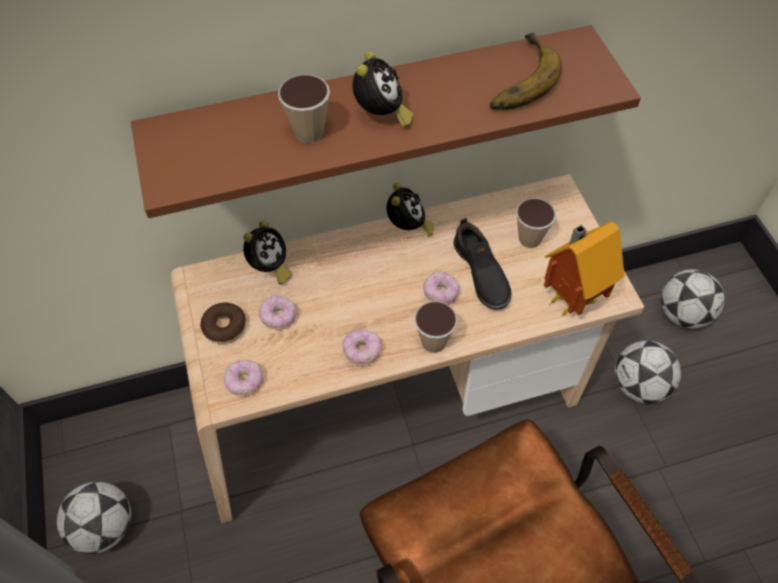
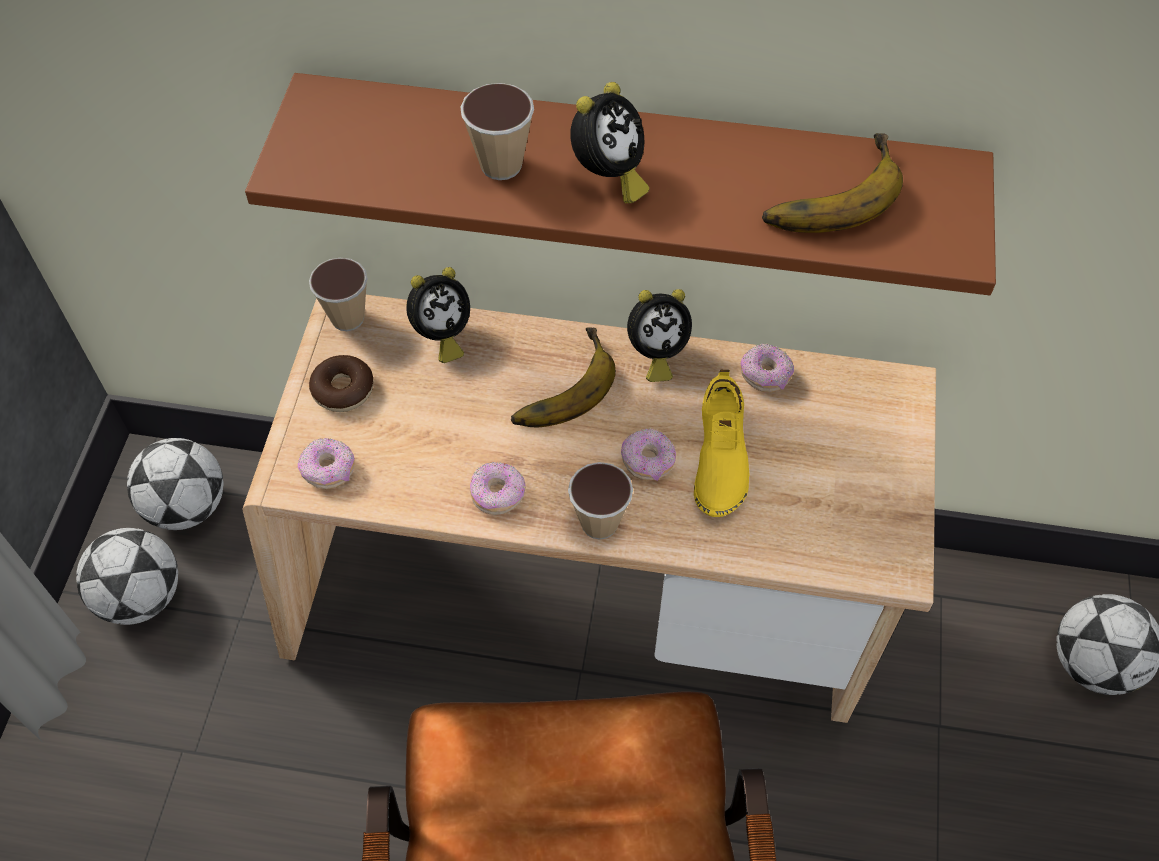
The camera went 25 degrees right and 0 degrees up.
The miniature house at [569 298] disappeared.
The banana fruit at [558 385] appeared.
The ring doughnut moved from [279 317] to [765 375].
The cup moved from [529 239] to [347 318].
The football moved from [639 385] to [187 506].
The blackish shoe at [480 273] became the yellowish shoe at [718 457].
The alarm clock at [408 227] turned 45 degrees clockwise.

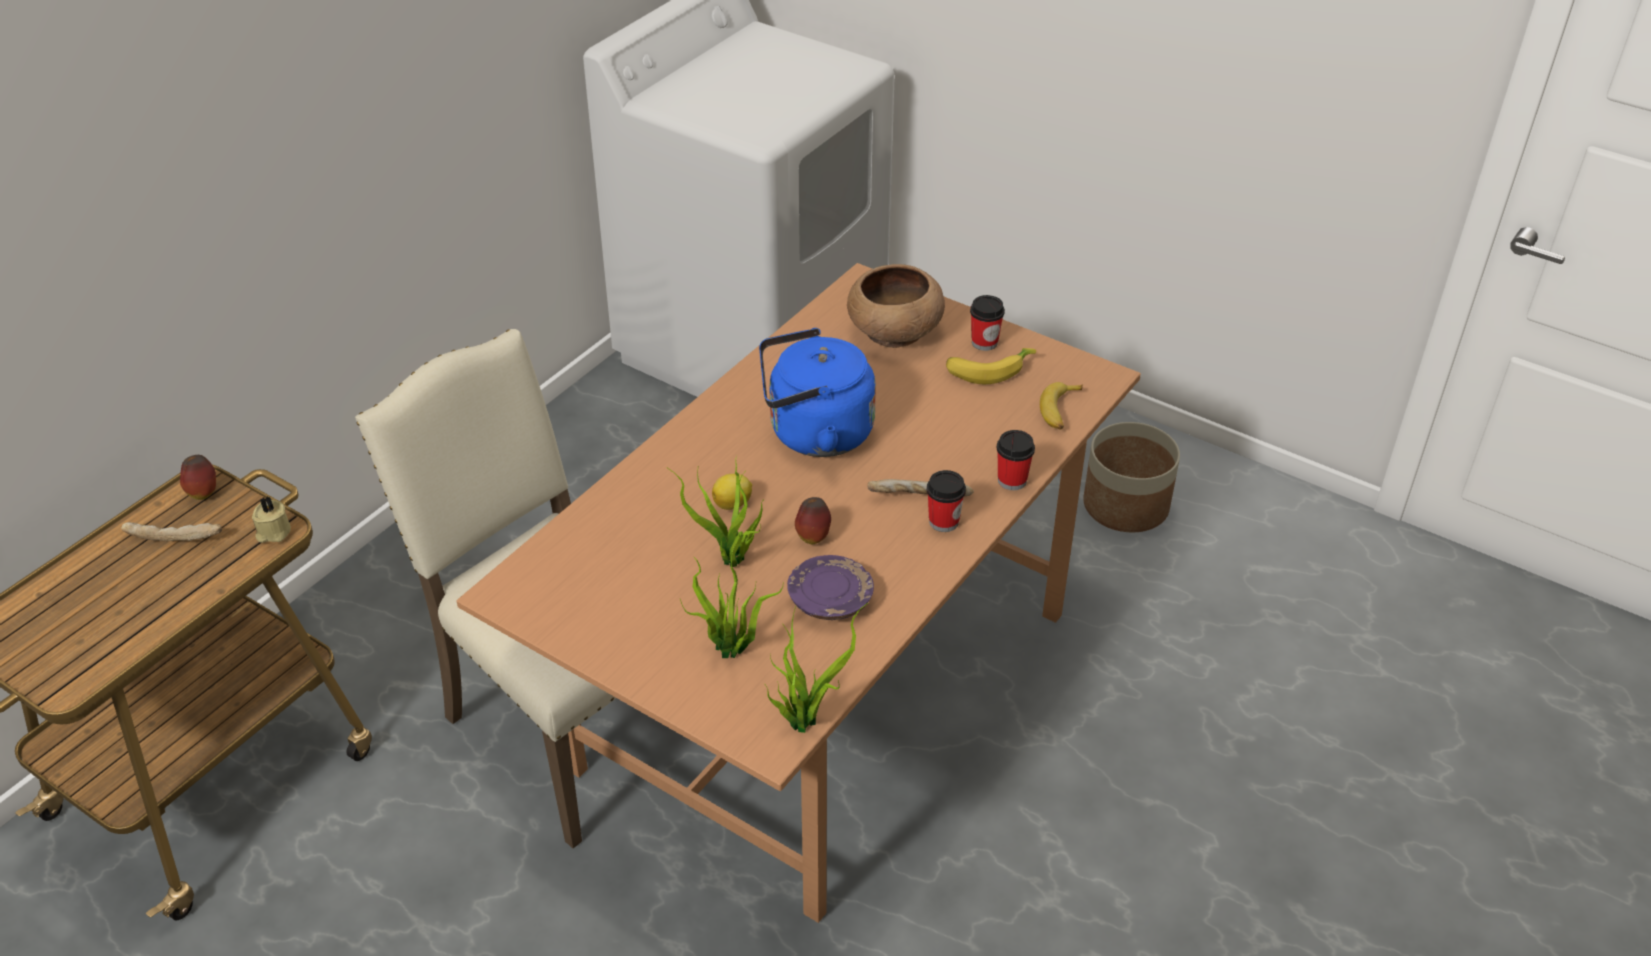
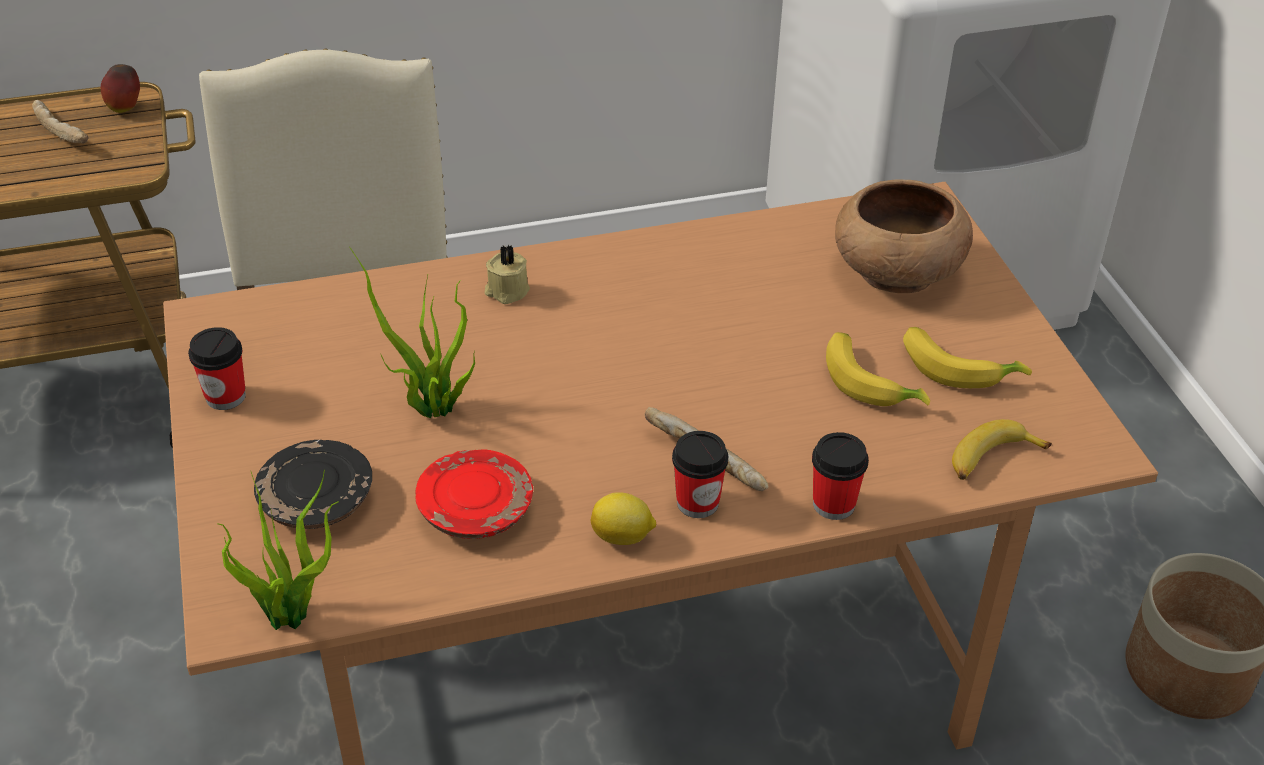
The camera went 40 degrees right and 0 degrees up.
The blue tea kettle at [814 434] disappeared.
The apple at [813 537] disappeared.
The banana fruit at [871 382] appeared.
The beige wax light moved from [273 532] to [506 291].
The lemon moved from [733 504] to [623 537].
The cup moved from [984 342] to [225 396].
The potted plant at [732 652] was replaced by the blackish flat dish at [317 500].
The purplish flat dish at [830 599] became the reddish flat dish at [476 509].

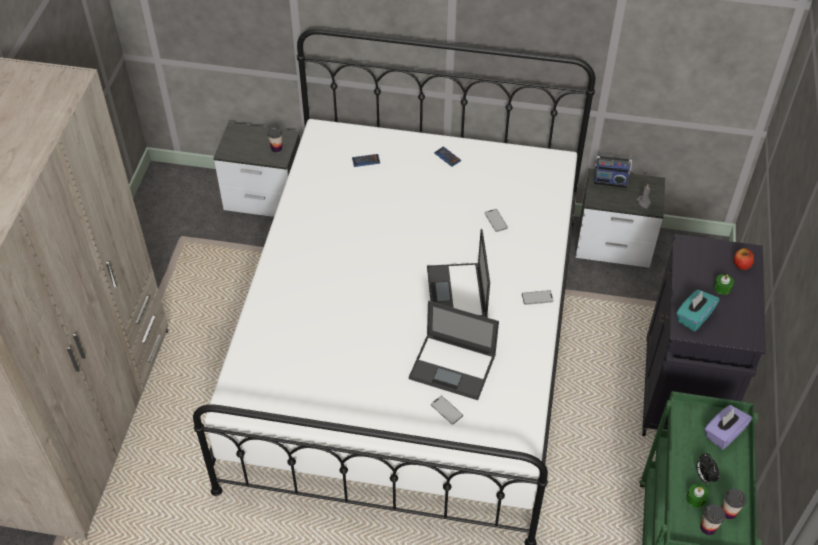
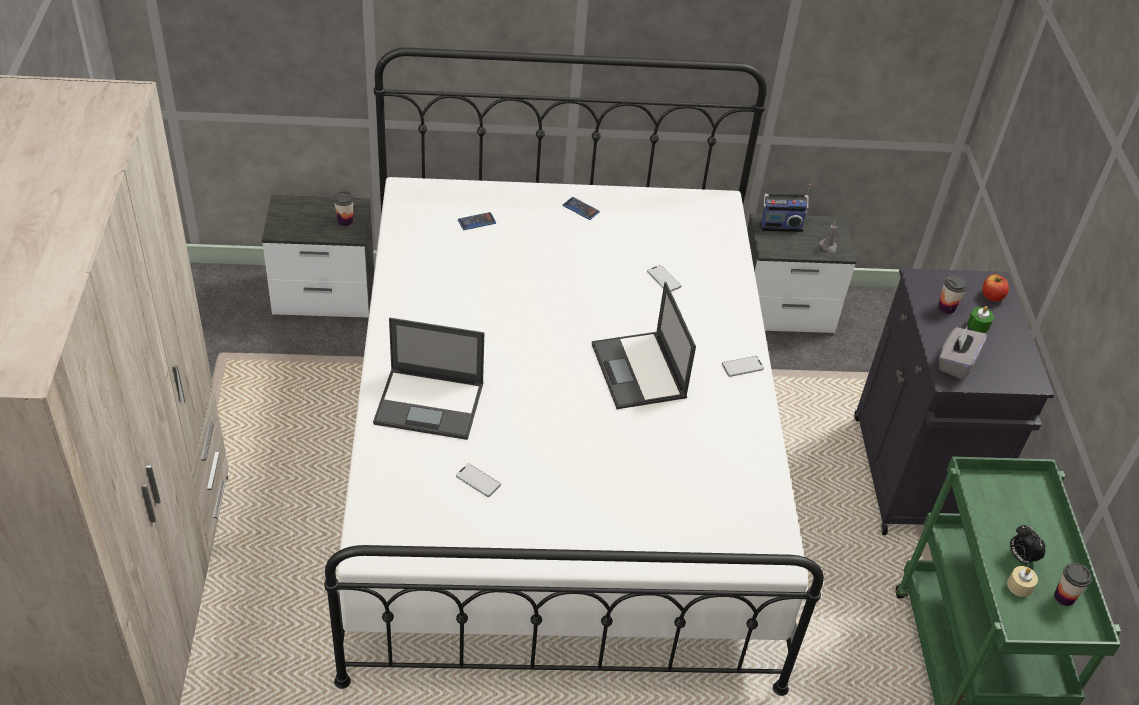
The camera went 15 degrees left and 5 degrees down.
The purplish box of tissues at [723 433] disappeared.
The portable computer moved from [453 367] to [430 404].
The phone moved from [446 410] to [478 481].
The cup moved from [708 528] to [946 308].
The blue-green box of tissues at [694 317] became the grey box of tissues at [956 362].
The green-coloured wax light at [696 498] became the beige wax light at [1019 586].

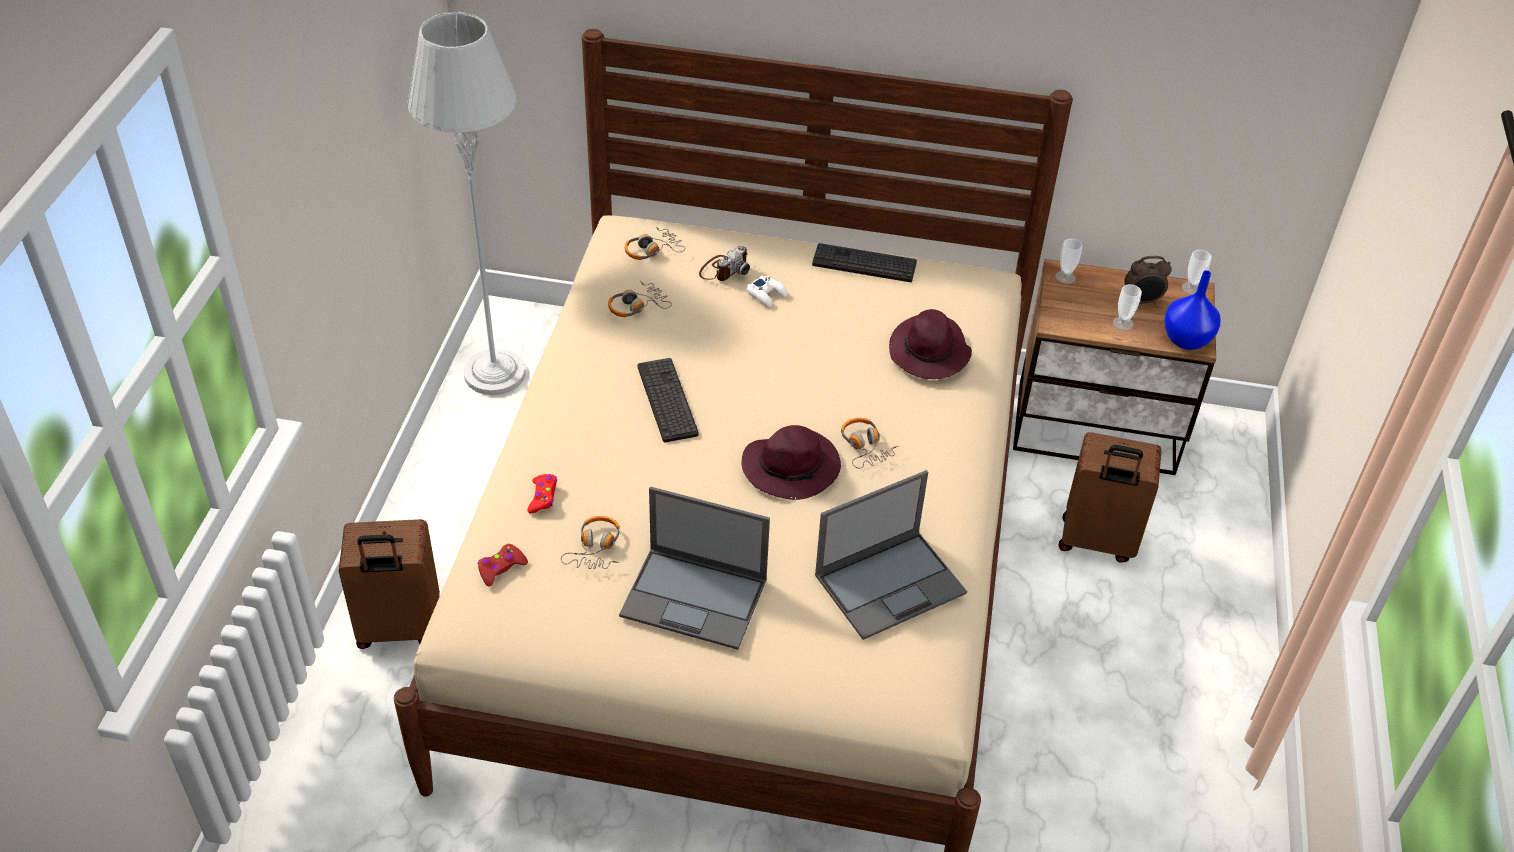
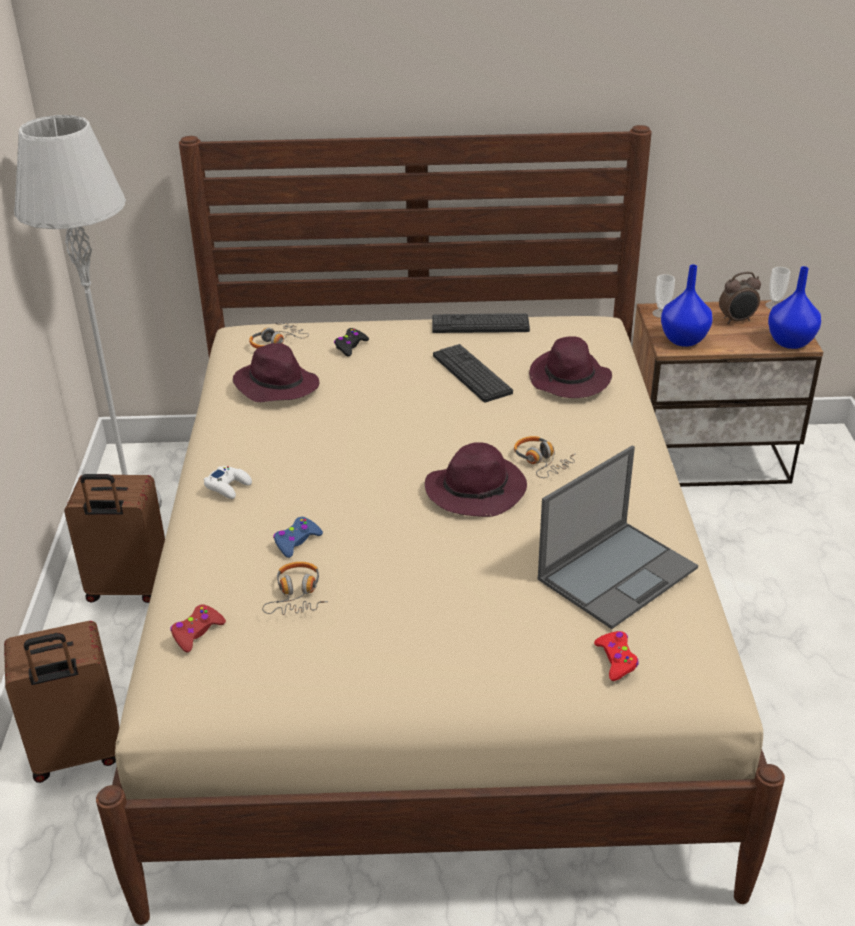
The camera went 10 degrees left and 10 degrees down.
The portable computer at [696 598] disappeared.
The cup at [1123 323] disappeared.
The blue gamepad at [296 541] appeared.
The blue vase at [684 340] appeared.
The reddish gamepad moved from [543 497] to [616 660].
The keyboard moved from [667 400] to [471 374].
The white gamepad moved from [767 295] to [228 486].
The brown piece of luggage moved from [1096 542] to [127 589].
The headset at [637 306] was replaced by the purplish hat at [275 386].
The photo camera at [724 269] was replaced by the blackish gamepad at [350 346].

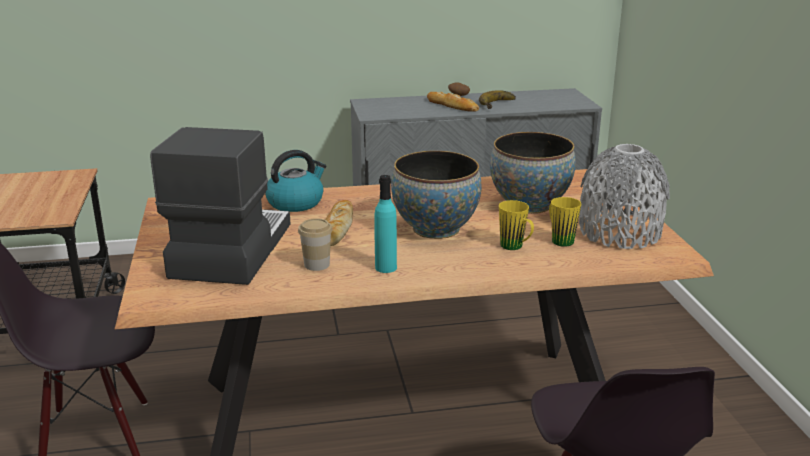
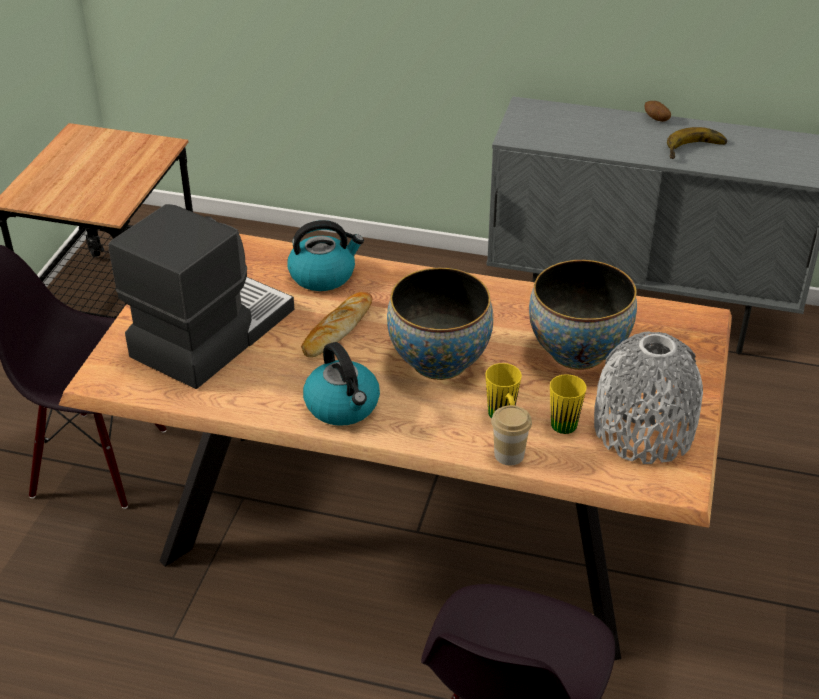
The camera went 25 degrees right and 15 degrees up.
The bread at [452 106] disappeared.
The cup moved from [317 265] to [509 455].
The blue-green drink bottle at [386 268] was replaced by the tea kettle at [343 406].

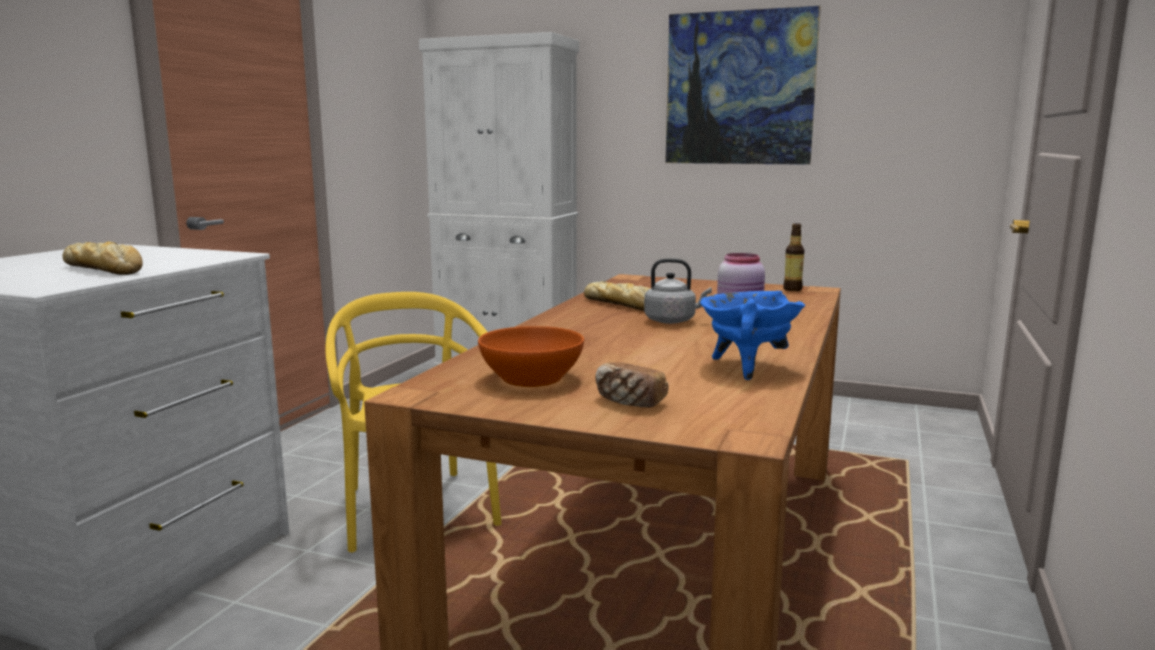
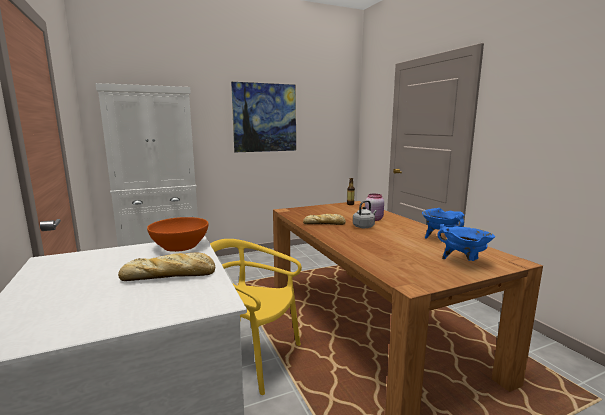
The camera went 45 degrees left and 0 degrees up.
The orange bowl moved from [531 378] to [180 246].
The bread at [629 401] was replaced by the blue cooking pot at [464 262].

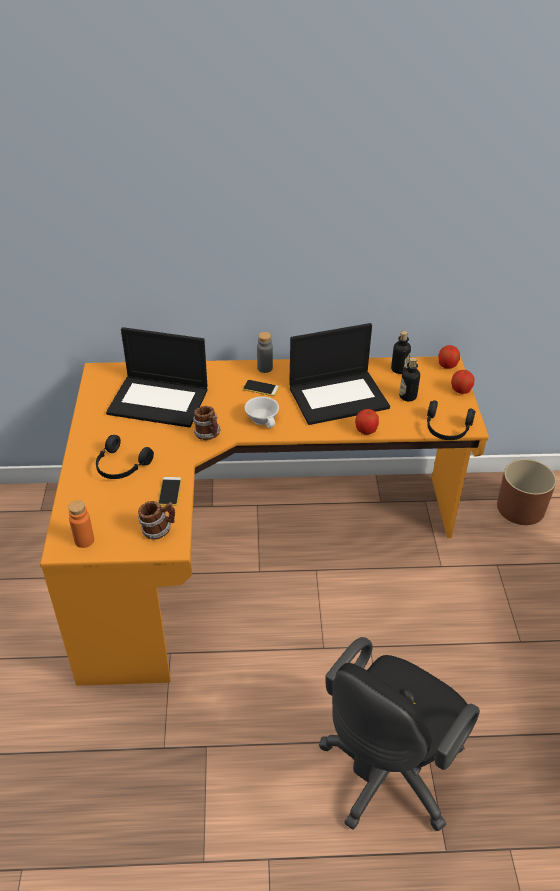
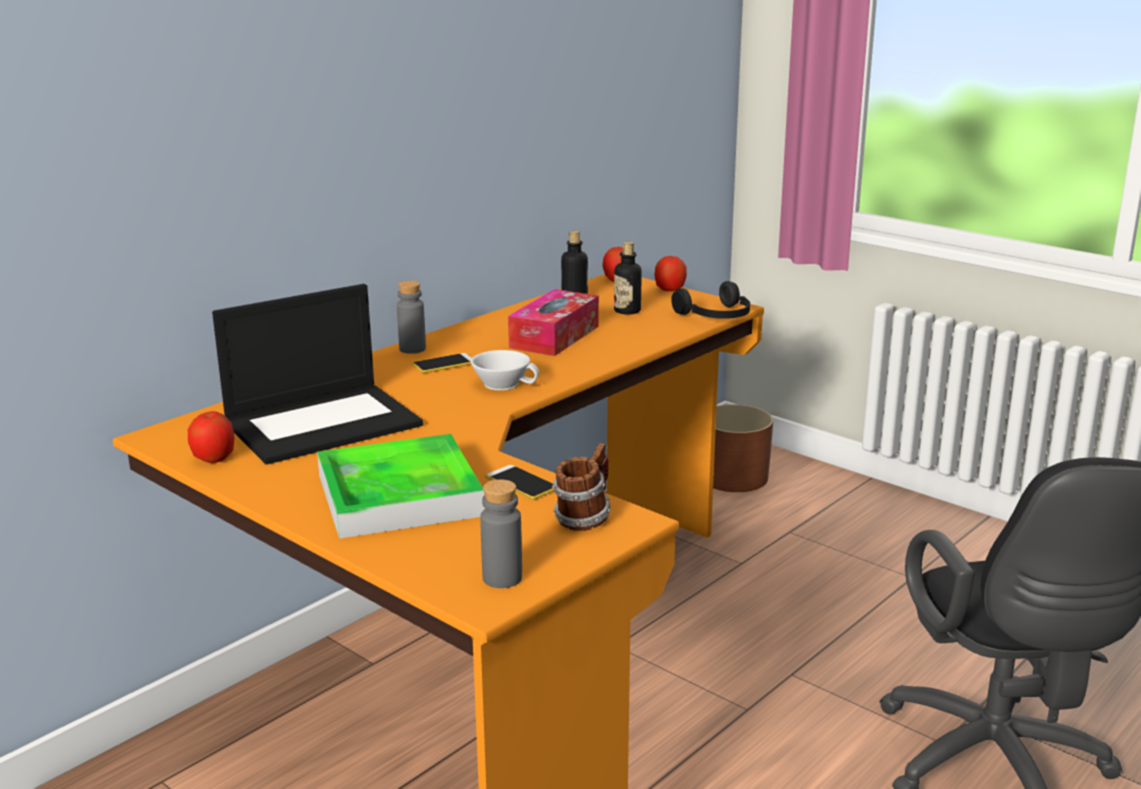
The camera went 45 degrees left and 20 degrees down.
The coffee mug at [208 435] disappeared.
The apple moved from [366 431] to [214 458].
The blackish headset at [121 466] was replaced by the carrying tray at [399 495].
The portable computer at [339 397] was replaced by the box of tissues at [554 337].
The orange drink bottle at [84 540] became the grey drink bottle at [502 578].

